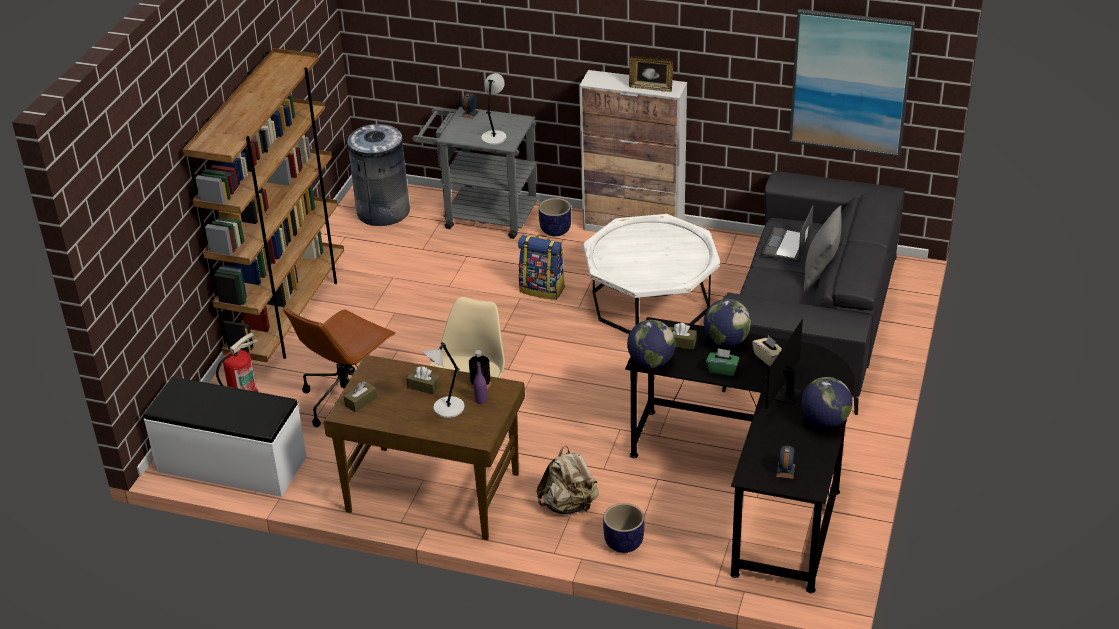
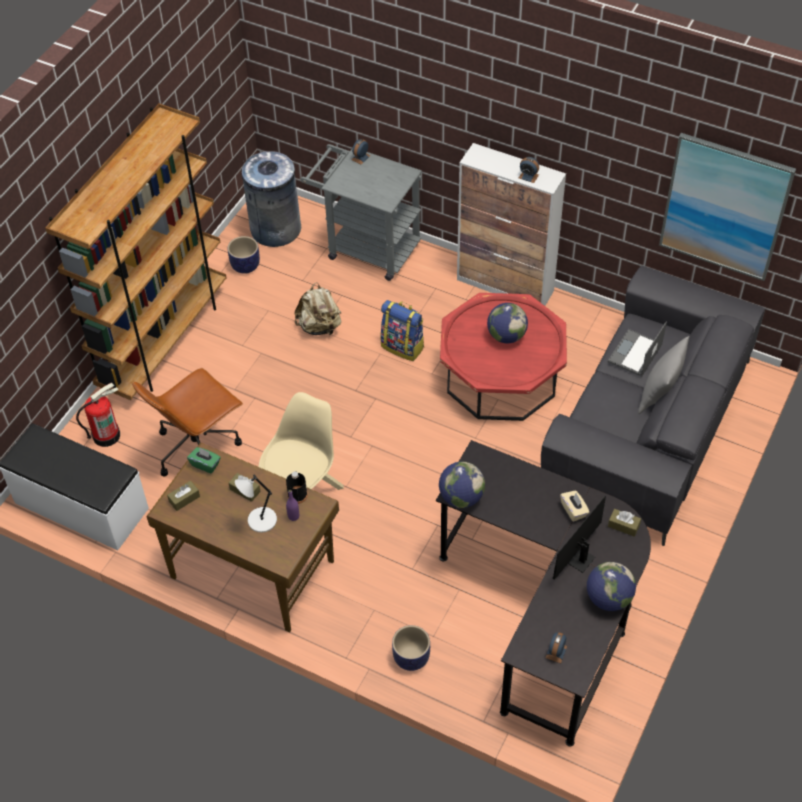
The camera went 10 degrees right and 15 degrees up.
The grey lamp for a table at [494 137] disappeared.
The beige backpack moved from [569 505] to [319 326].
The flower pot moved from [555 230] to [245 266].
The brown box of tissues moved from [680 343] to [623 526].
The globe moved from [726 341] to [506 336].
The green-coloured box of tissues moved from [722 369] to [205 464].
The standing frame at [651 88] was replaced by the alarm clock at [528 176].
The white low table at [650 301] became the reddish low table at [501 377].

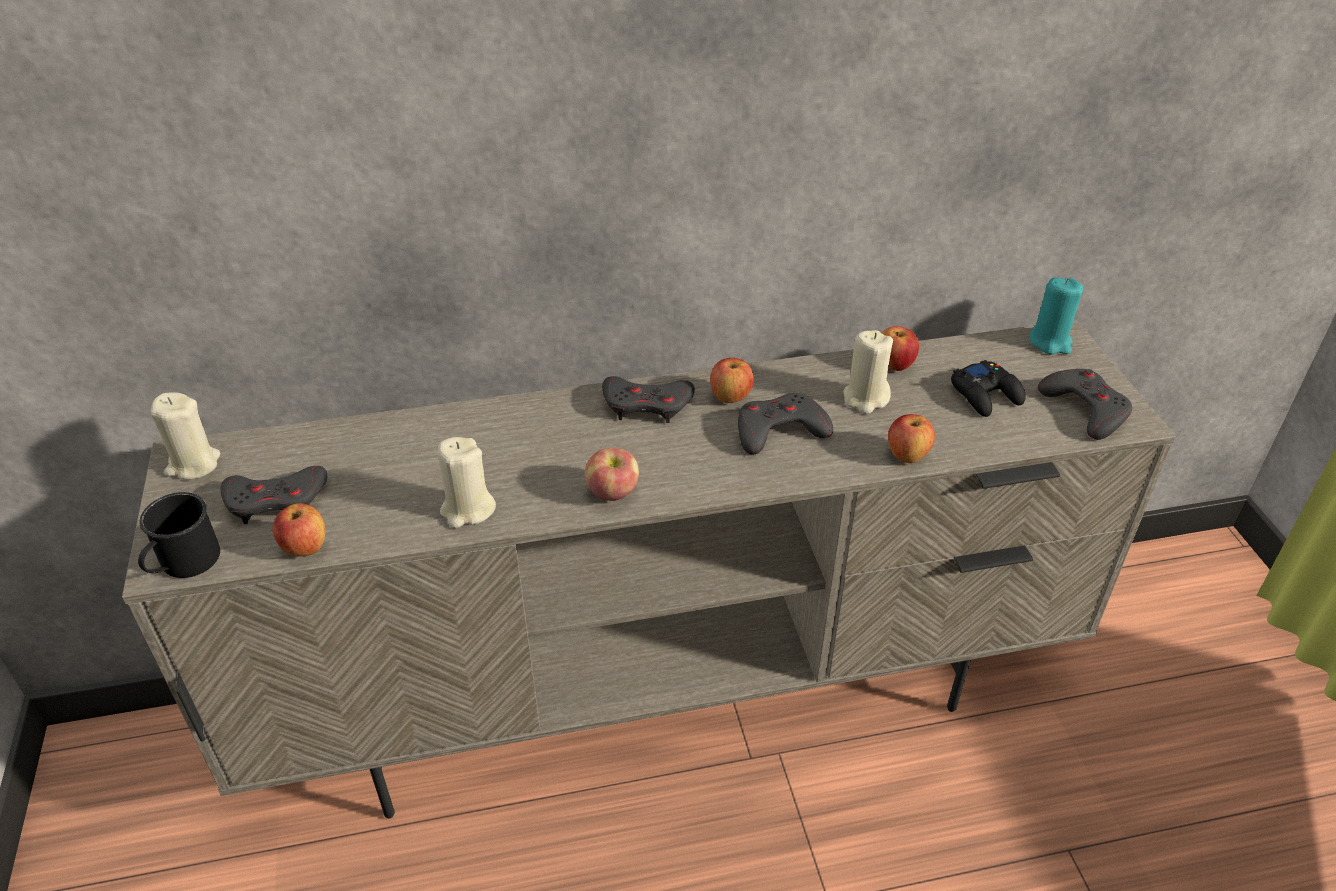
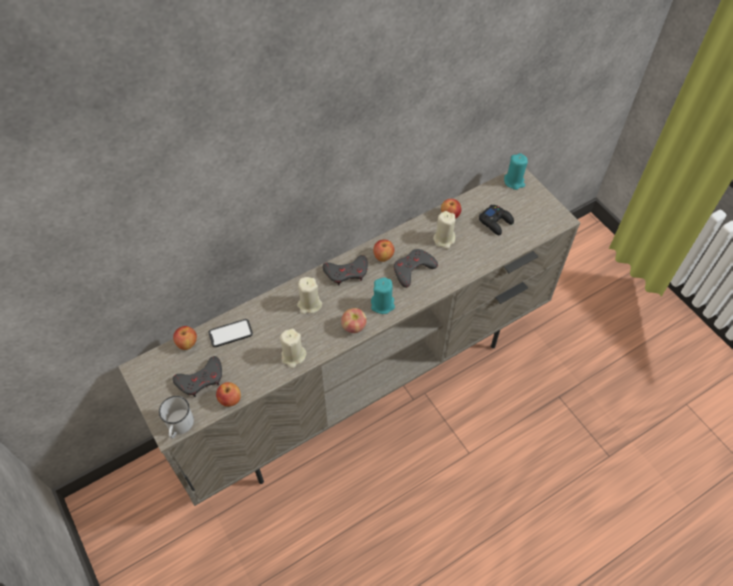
The camera went 20 degrees left and 15 degrees up.
The grey gamepad at [1085 408] disappeared.
The phone at [230 333] appeared.
The blue-green wax light at [382 304] appeared.
The beige wax light moved from [193 464] to [309 304].
The apple moved from [907 455] to [187 343].
The blackish coffee mug at [184 564] became the white coffee mug at [179 426].

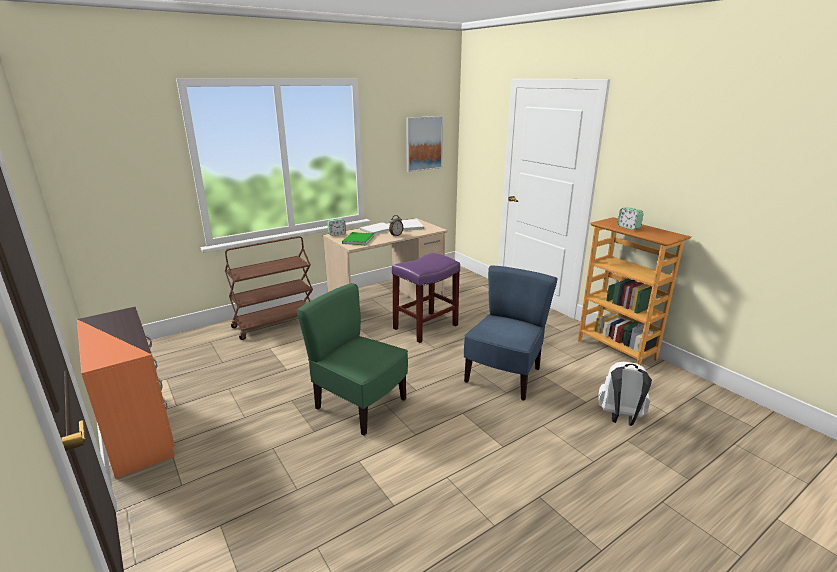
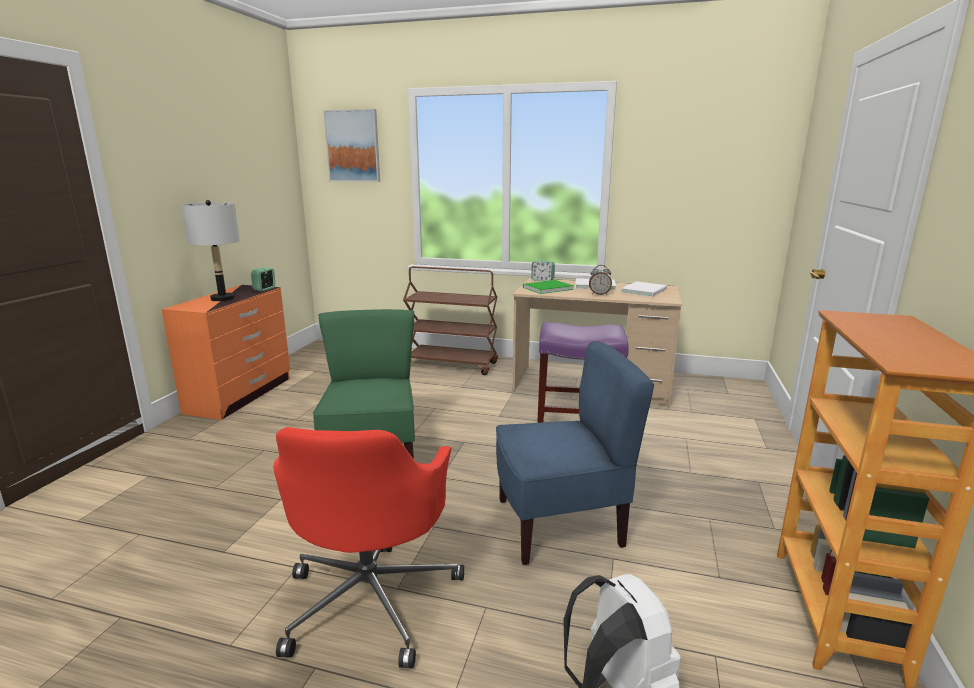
The camera went 50 degrees right and 5 degrees down.
The grey lamp for a table at [222 298] appeared.
The reddish office chair at [372 598] appeared.
The wall art moved from [423 143] to [353 146].
The alarm clock moved from [628 227] to [264 289].

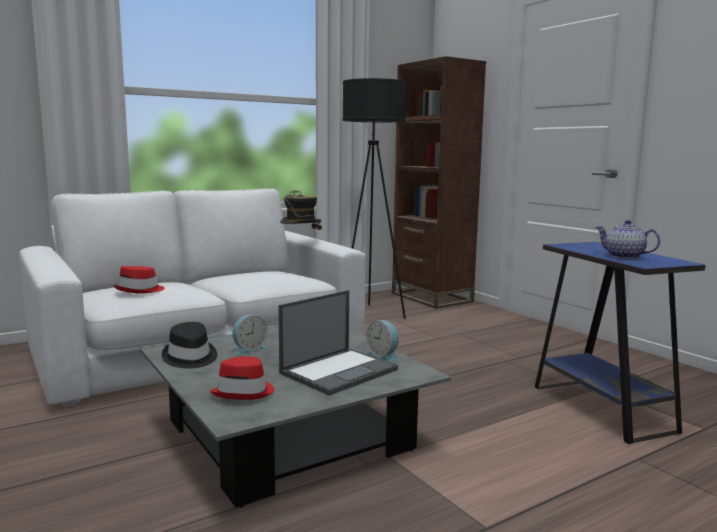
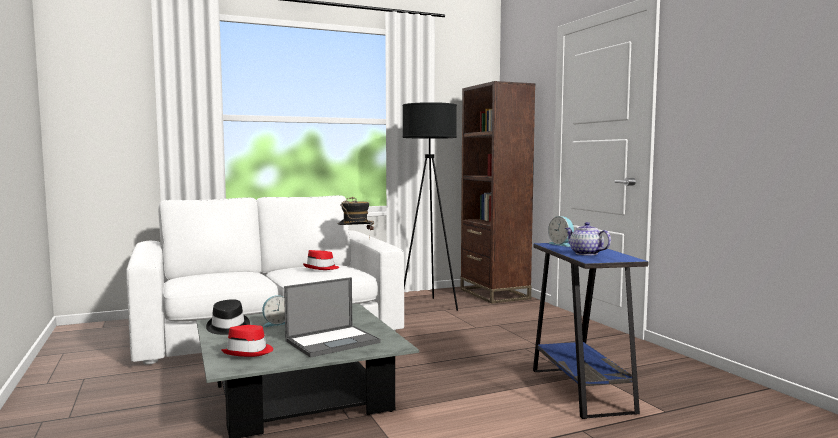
The camera went 10 degrees right and 5 degrees down.
The reddish hat moved from [140 290] to [321 268].
The alarm clock moved from [383 355] to [562 244].

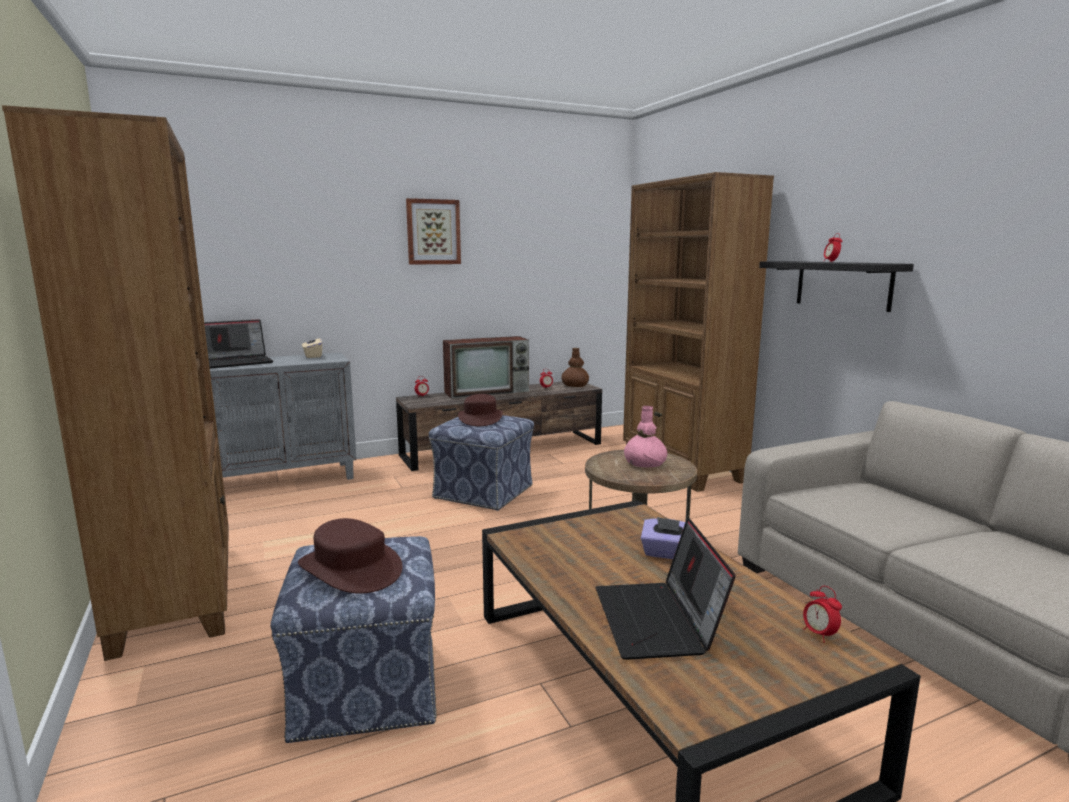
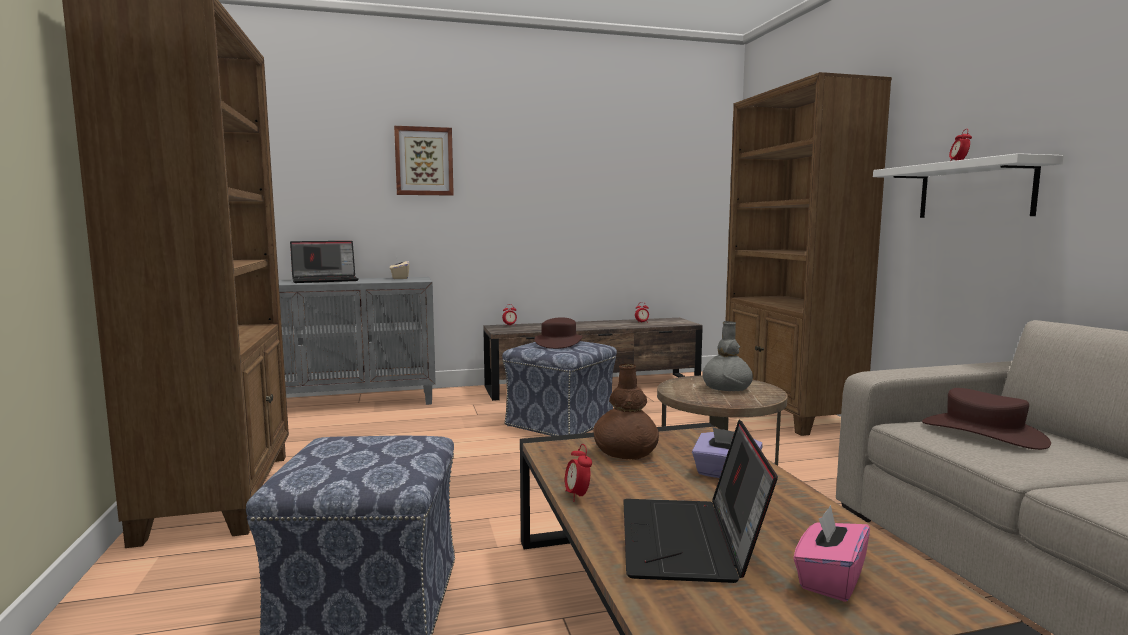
The camera went 10 degrees right and 5 degrees down.
The TV set at [488 392] disappeared.
The pink box of tissues at [830 579] appeared.
The brown hat moved from [351 568] to [983 433].
The wall art moved from [433 232] to [424 161].
The brown vase moved from [575 385] to [625 451].
The alarm clock moved from [819 634] to [577 496].
The pink vase at [644 463] became the grey vase at [726 388].
The blackish shelf at [843 284] became the white shelf at [975 190].

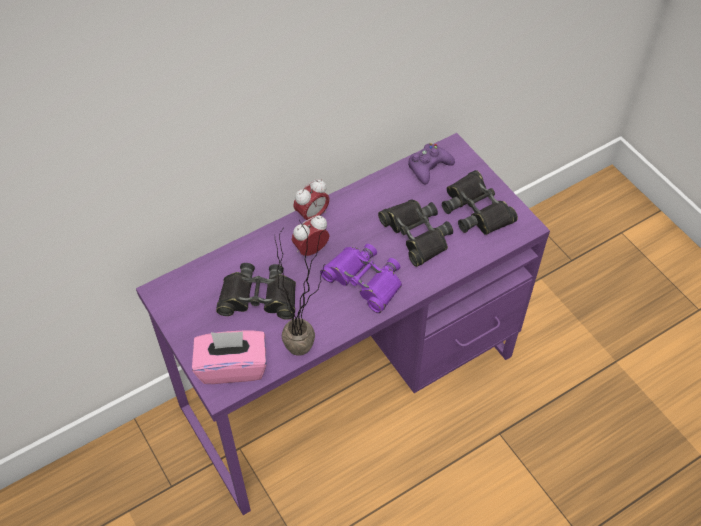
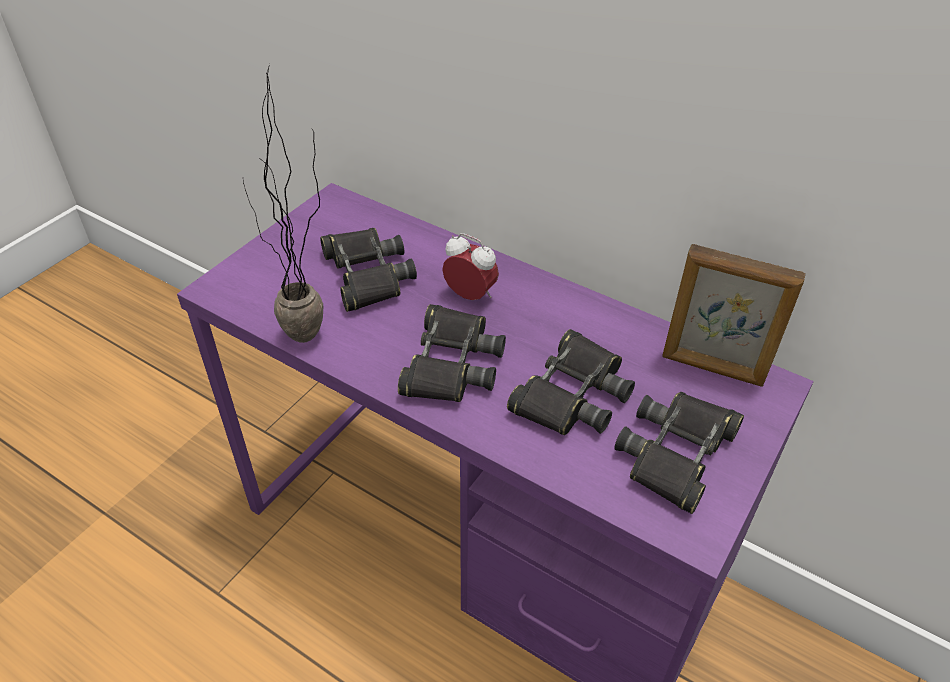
The camera went 65 degrees right and 10 degrees down.
The pink box of tissues at [232 366] disappeared.
The alarm clock at [312 215] disappeared.
The purplish gamepad at [428 167] was replaced by the standing frame at [712 368].
The purplish pair of binoculars at [364 280] became the blackish pair of binoculars at [451 363].

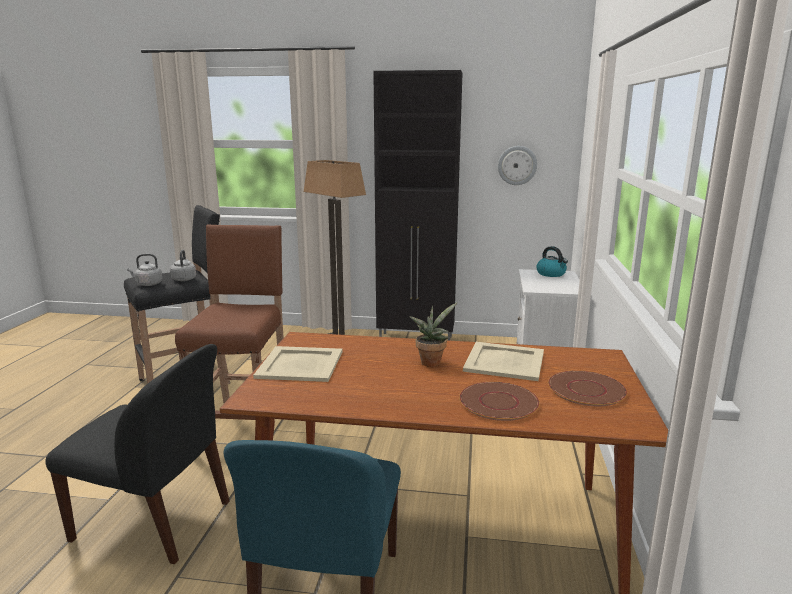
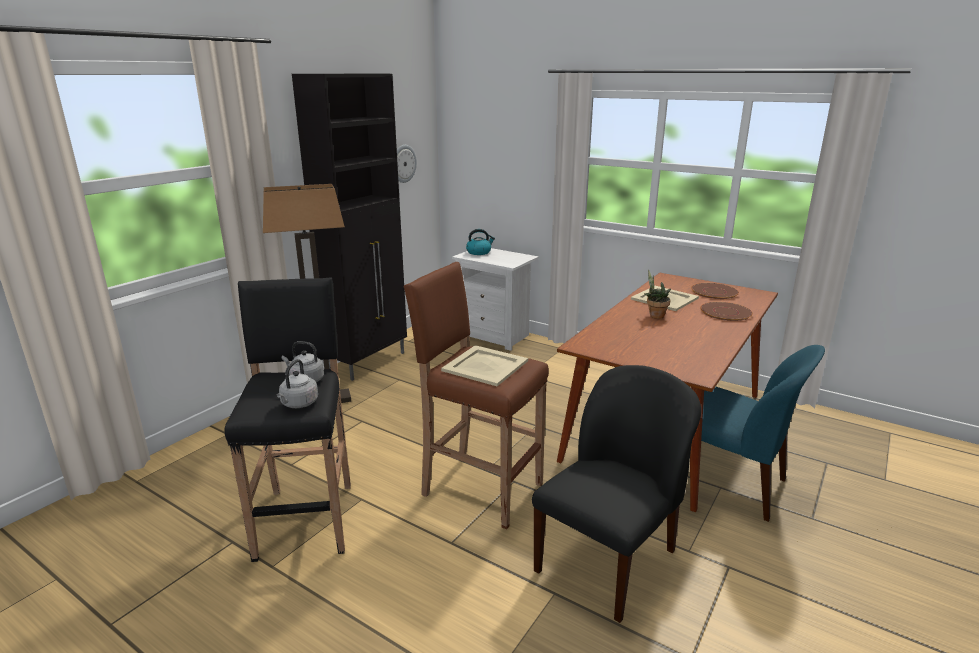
The camera went 65 degrees left and 5 degrees up.
The beige carrying tray moved from [299 364] to [484 366].

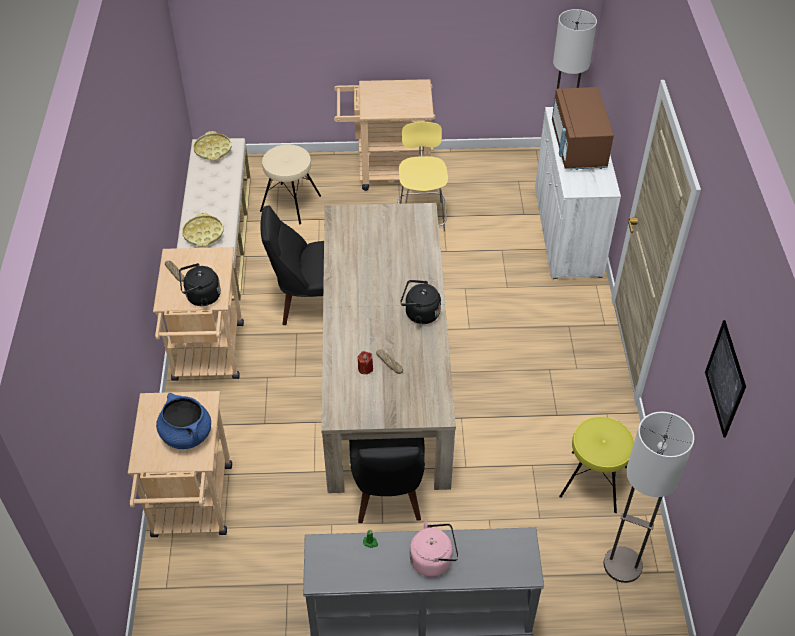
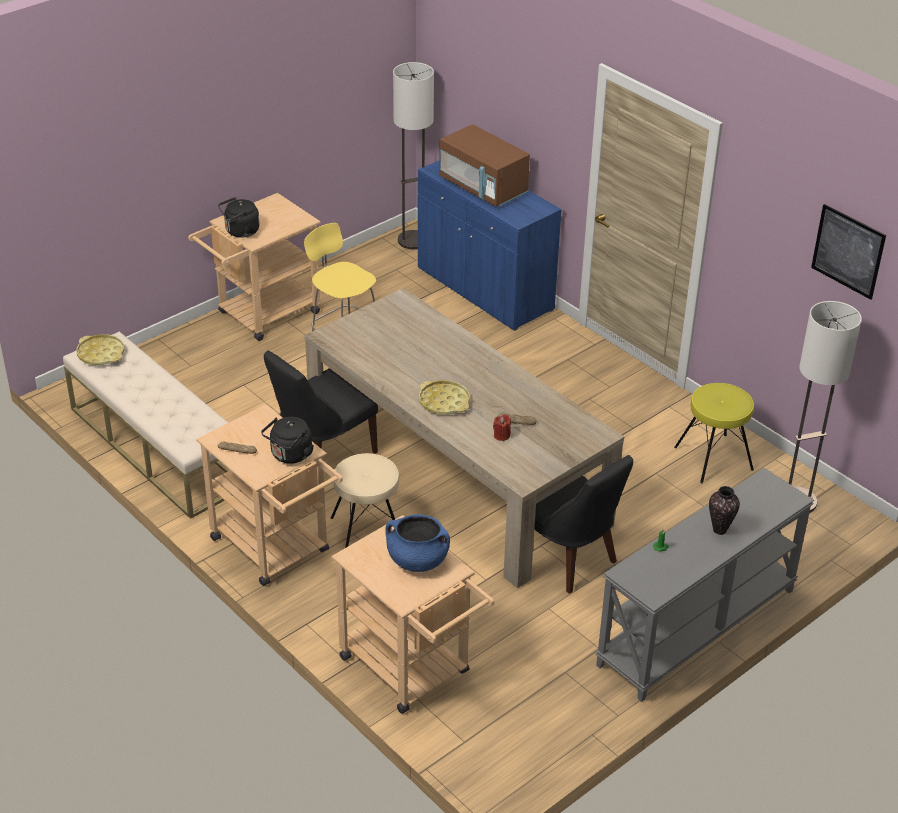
The camera went 40 degrees left and 10 degrees down.
The yellowish carrying tray moved from [203 233] to [444 402].
The beige stool moved from [291 203] to [367 532].
The blackish tea kettle moved from [420 314] to [240 232].
The pink tea kettle at [433 559] was replaced by the vase at [720 530].
The white storage cabinet at [567 232] became the blue storage cabinet at [484 289].

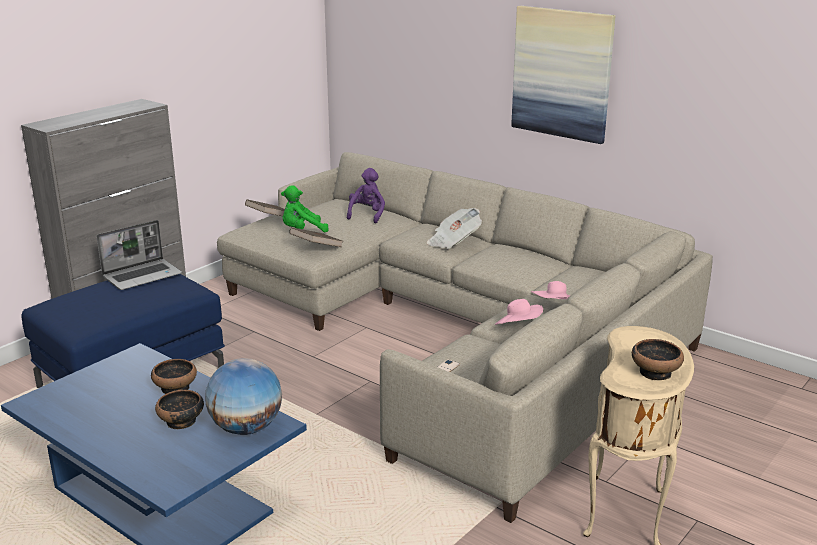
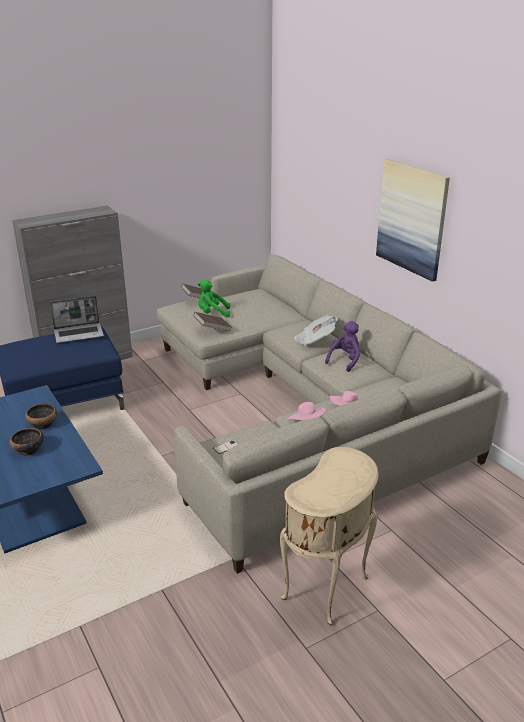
The camera went 20 degrees right and 5 degrees up.
The globe at [246 428] disappeared.
The bowl at [655 372] disappeared.
The purplish plush toy moved from [367 215] to [345 361].

